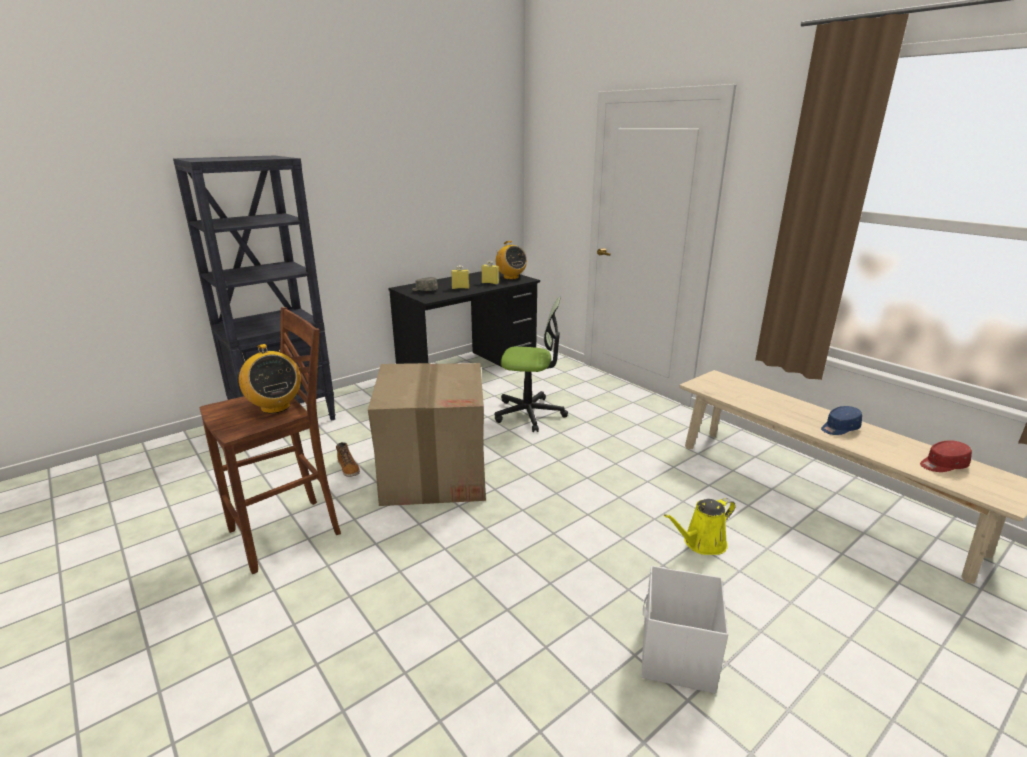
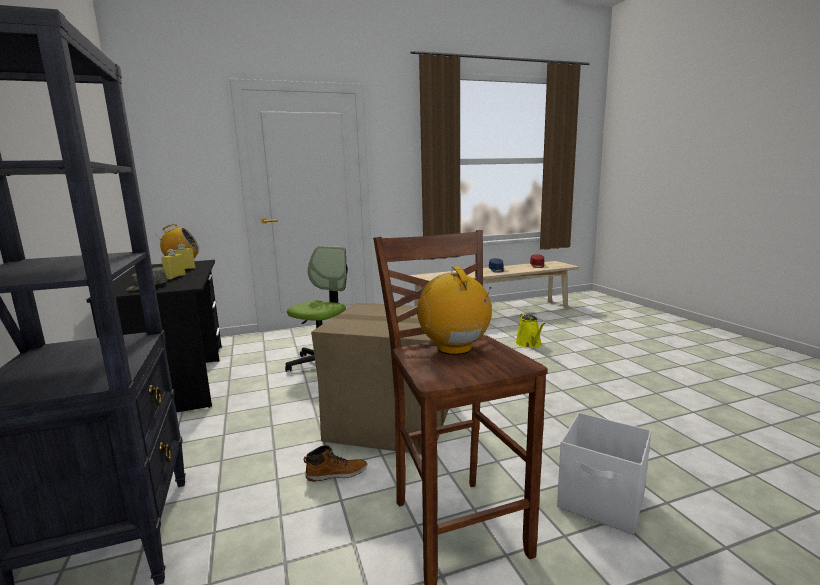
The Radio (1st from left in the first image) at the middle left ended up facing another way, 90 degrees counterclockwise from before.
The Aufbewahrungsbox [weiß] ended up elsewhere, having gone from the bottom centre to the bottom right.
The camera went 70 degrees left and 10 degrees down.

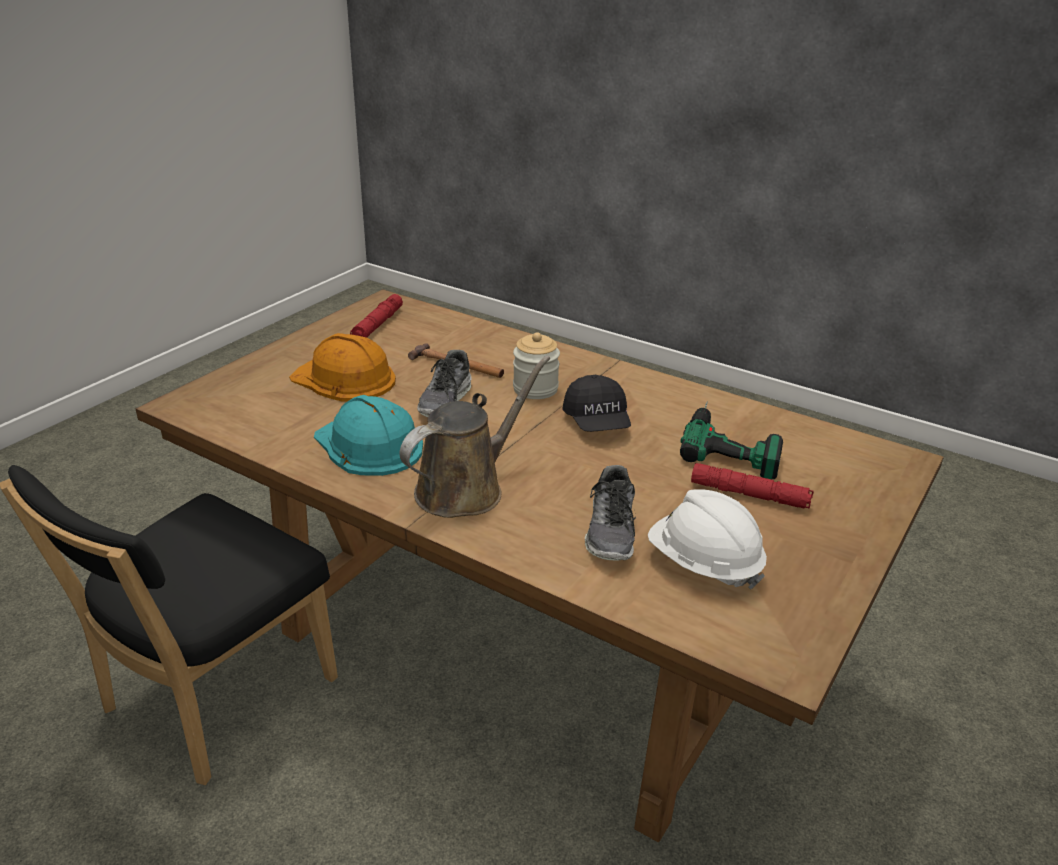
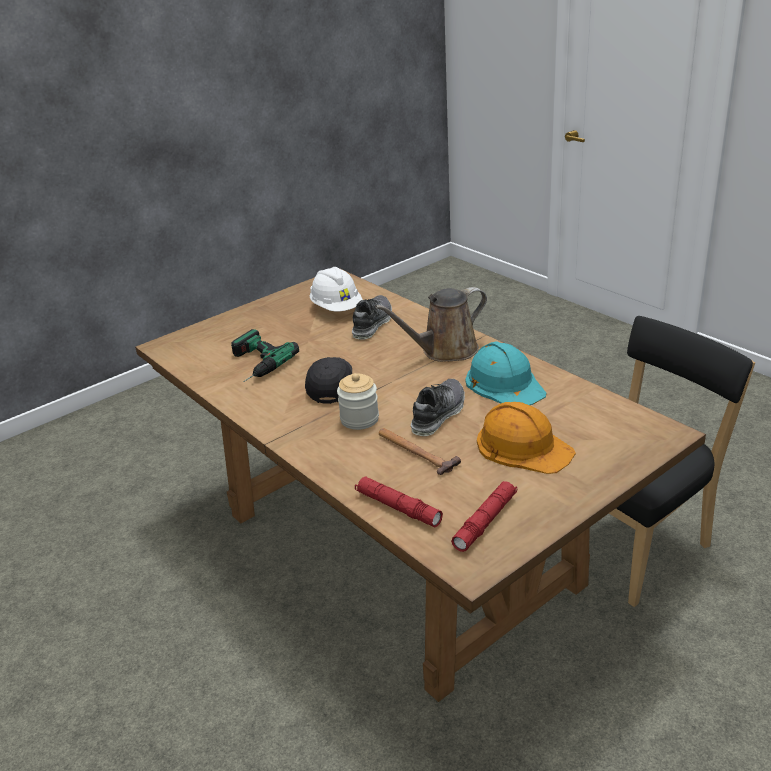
The Taschenlampe [rot] (2nd from left in the first image) ended up elsewhere, having gone from the middle right to the centre.
The camera went 160 degrees left and 0 degrees up.

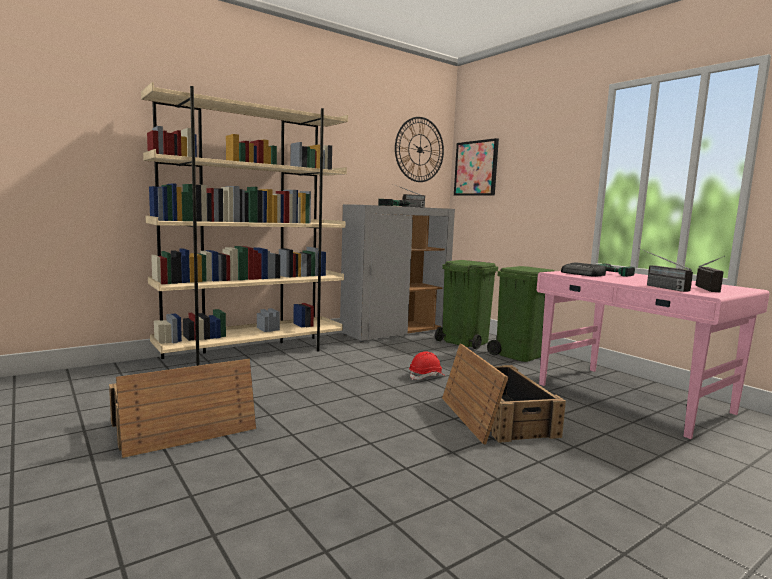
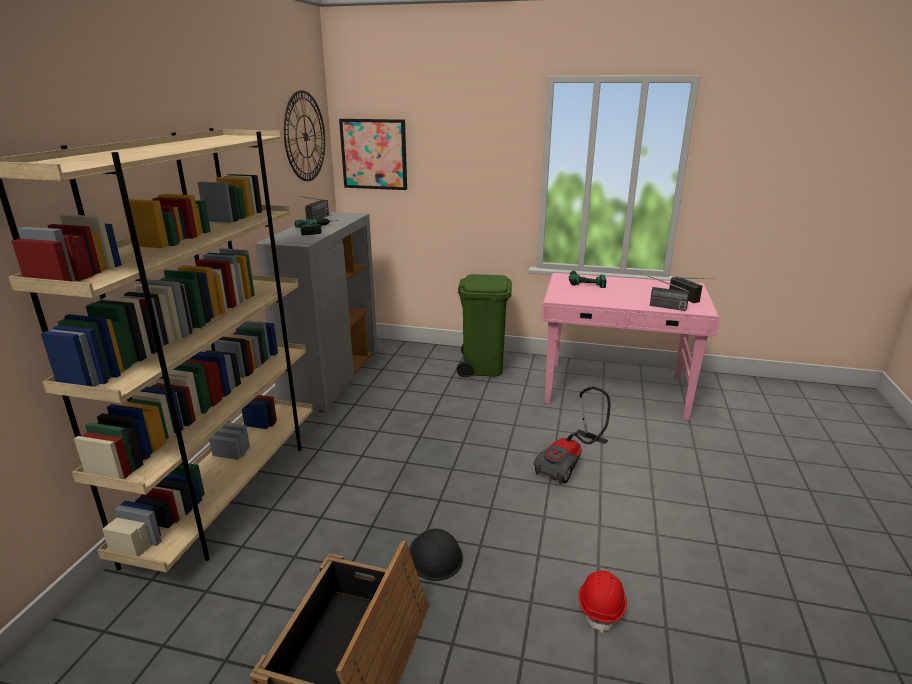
The Schutzhelm [rot] ended up elsewhere, having gone from the centre to the bottom centre.
The second view lost the Mülleimer [grün] (1st from left) at the centre.
Where the Kiste (2nd from left) stood at the bottom centre, the Staubsauger came to stand at the centre.
The second view lost the Radio (2nd from left) at the middle right.
The second view gained the Schutzhelm [schwarz] at the bottom centre.
The camera went 40 degrees left and 15 degrees up.

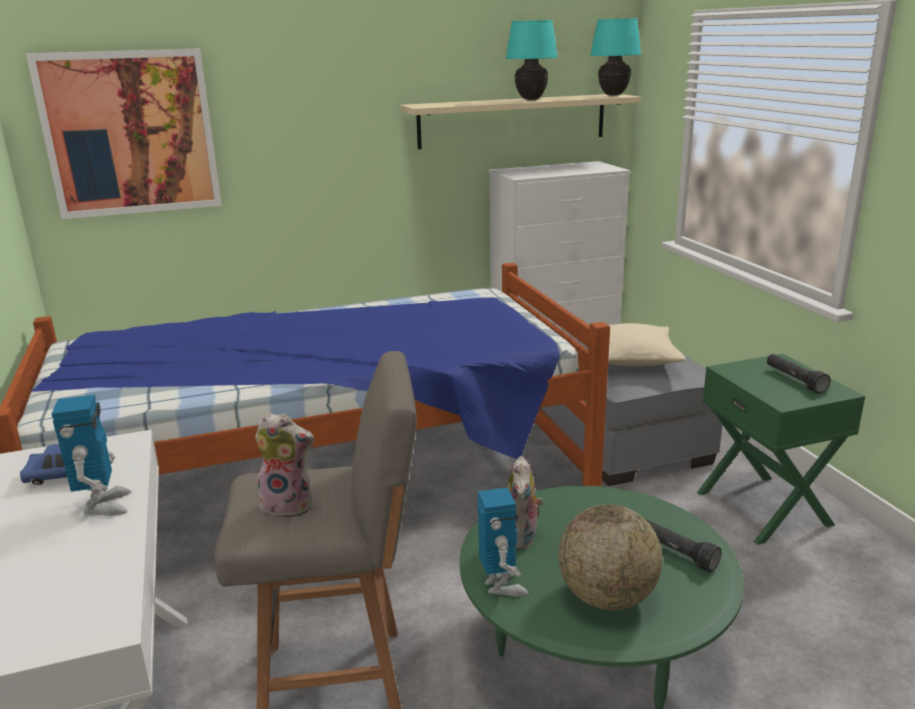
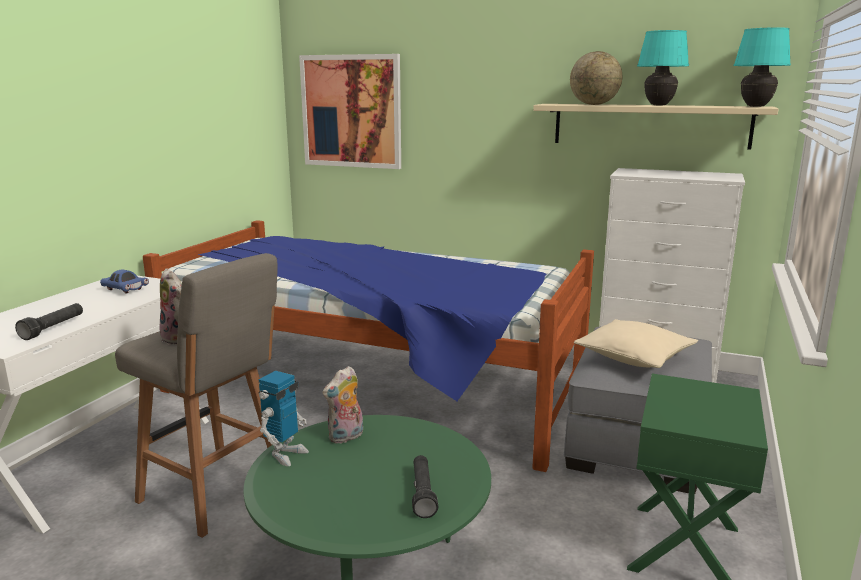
The second view lost the Spielzeugroboter (1st from left) at the middle left.
The Globus ended up elsewhere, having gone from the bottom right to the top right.
The Taschenlampe [schwarz] (2nd from left in the first image) ended up elsewhere, having gone from the middle right to the middle left.
The camera went 40 degrees right and 5 degrees down.

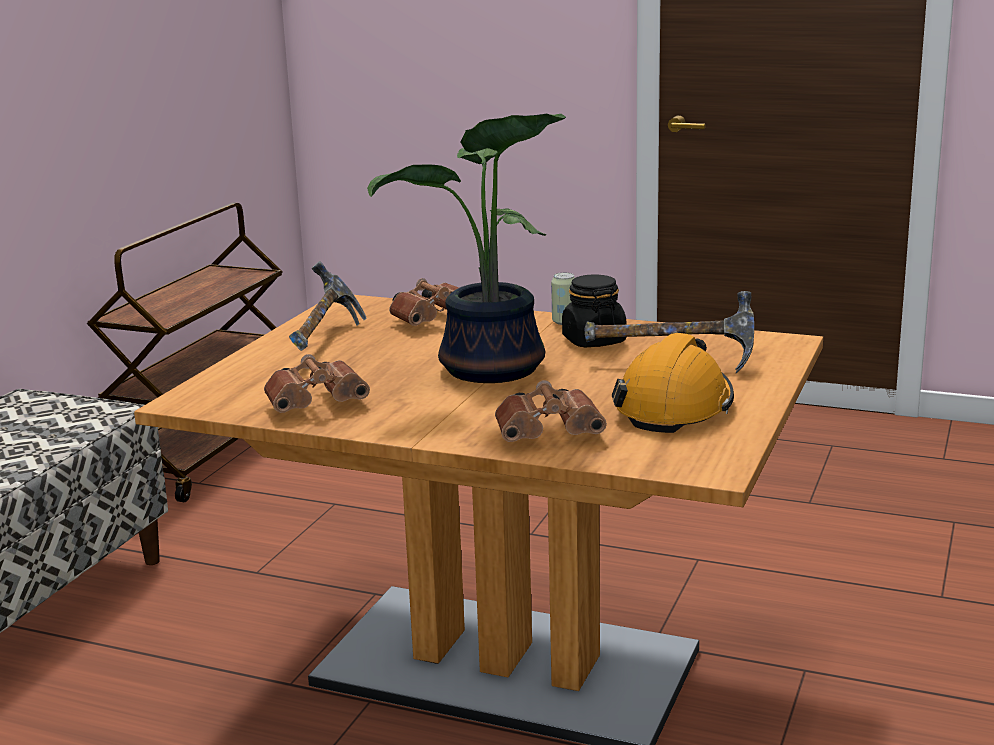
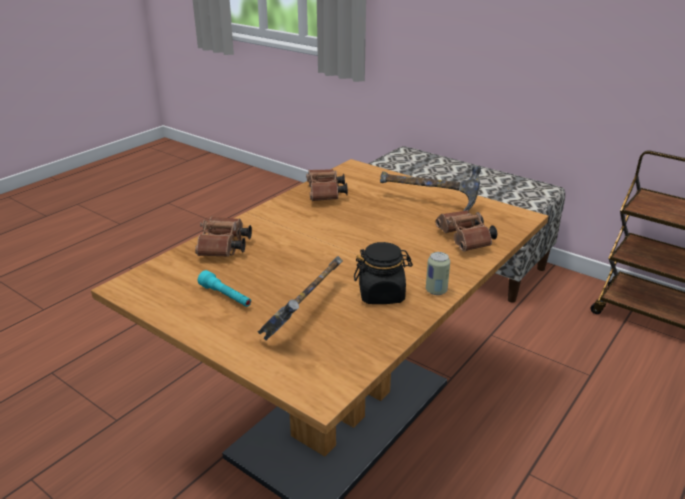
The second view lost the Topfpflanze at the top centre.
Where the Schutzhelm [orange] stood at the middle right, the Taschenlampe [türkis] came to stand at the middle left.
The camera went 105 degrees right and 10 degrees up.

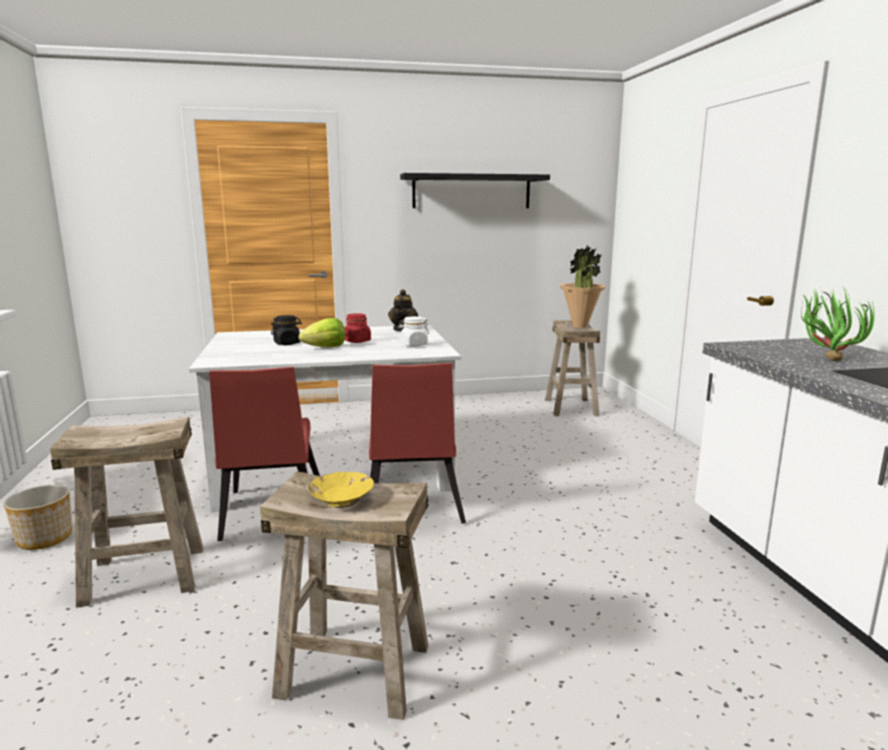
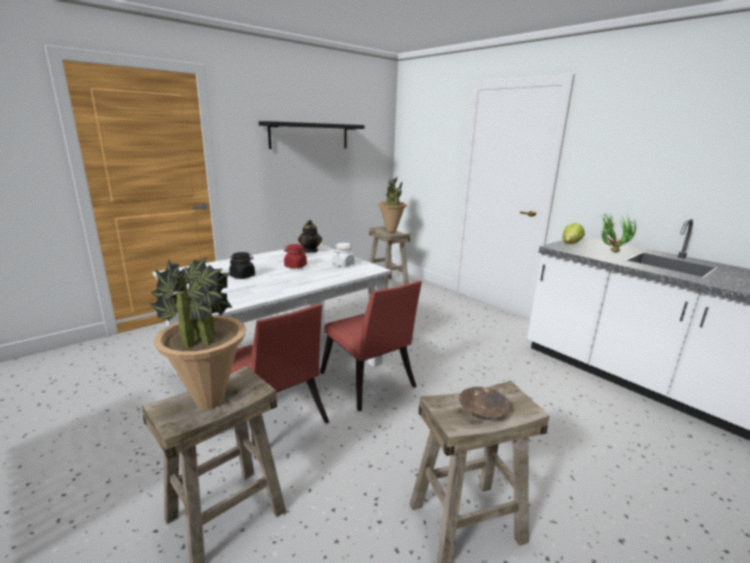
The second view lost the Pflanzkübel at the bottom left.
The Salatkopf ended up elsewhere, having gone from the centre to the middle right.
What was the Schüssel [gelb] at the centre turned into the Schüssel [braun] at the bottom centre.
The second view gained the Topfpflanze (1st from left) at the middle left.
The camera went 30 degrees left and 5 degrees up.

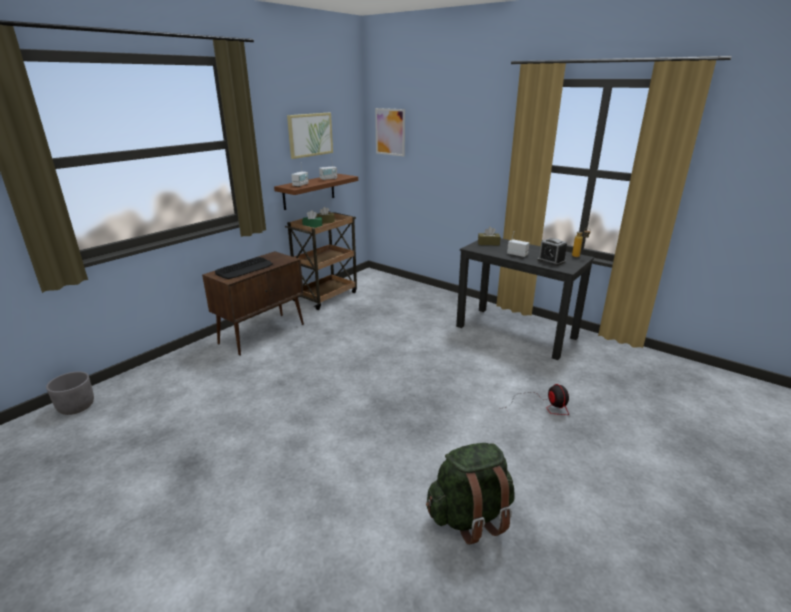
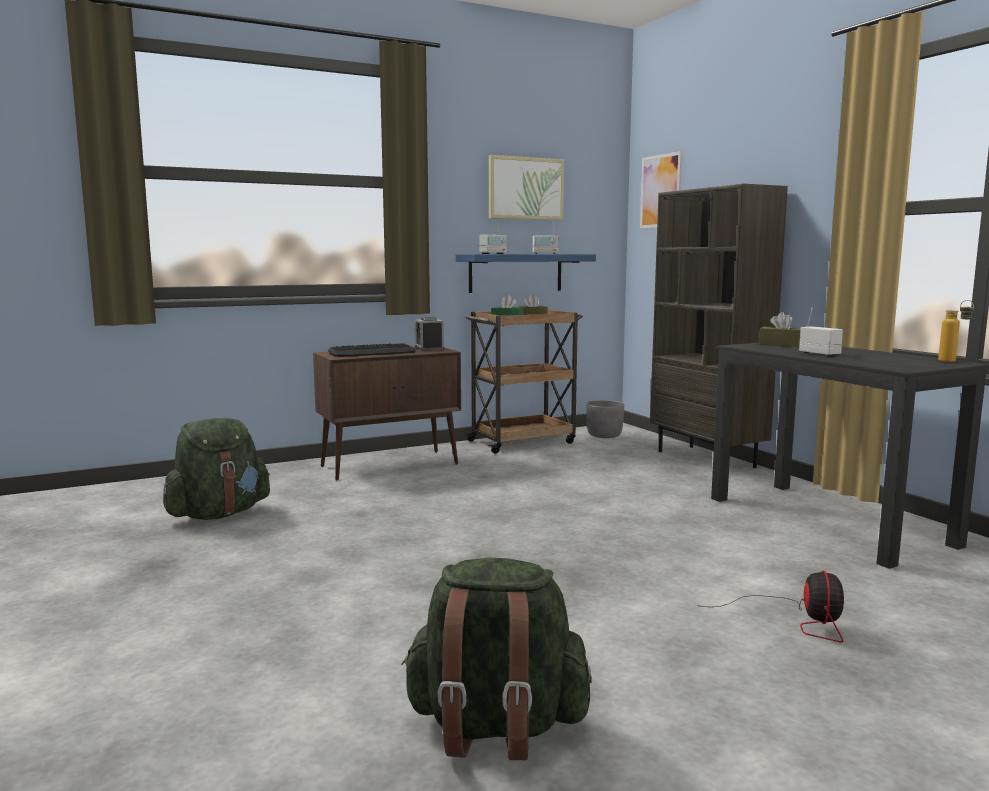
The Pflanzkübel [grau] ended up elsewhere, having gone from the middle left to the centre.
What was the Wandregal [braun] at the top centre turned into the Wandregal [blau] at the centre.
The Wecker ended up elsewhere, having gone from the middle right to the centre.
The second view gained the Rucksack [grün] (1st from left) at the middle left.
The second view gained the Bücherregal [braun] at the middle right.
The camera went 25 degrees right and 15 degrees down.

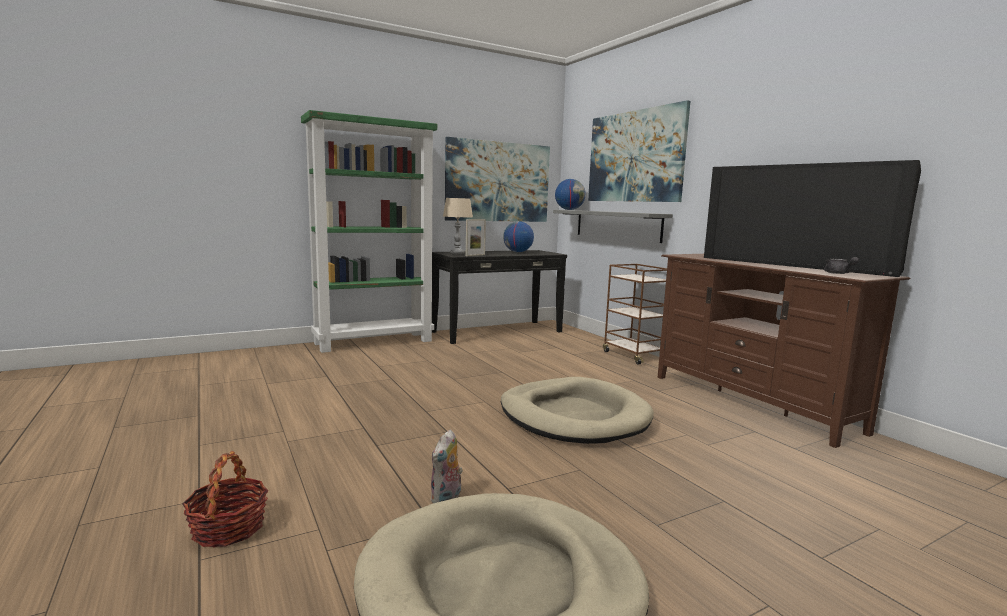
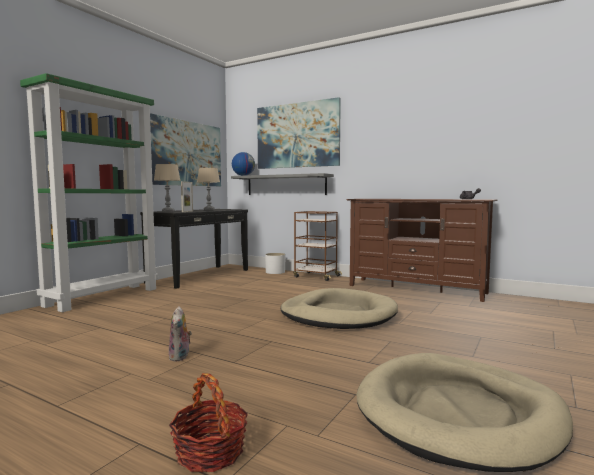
The Plüschtier ended up elsewhere, having gone from the bottom centre to the bottom left.
Where the Globus (1st from left) stood at the centre, the Tischlampe [beige] (2nd from left) came to stand at the centre.
The second view lost the Fernseher at the middle right.
The second view gained the Pflanzkübel [weiß] at the centre.
The camera went 30 degrees left and 5 degrees down.

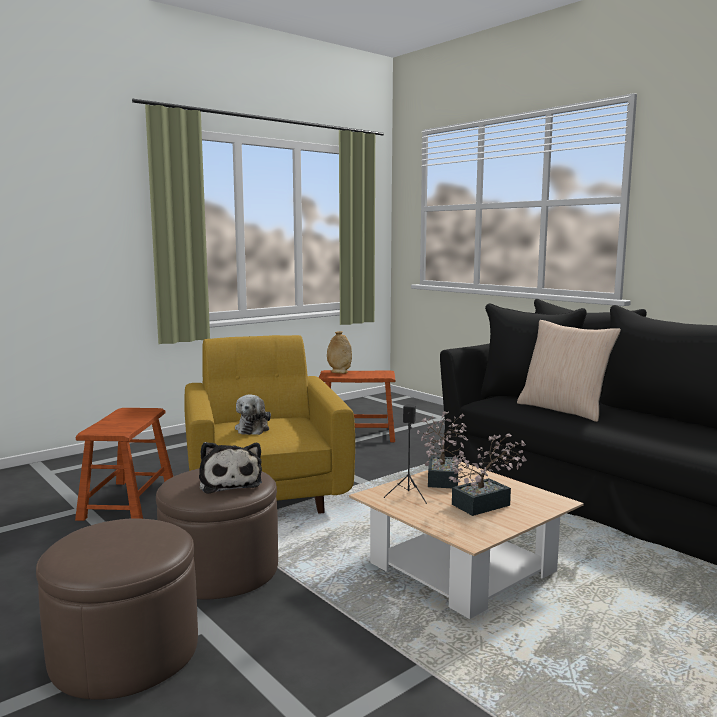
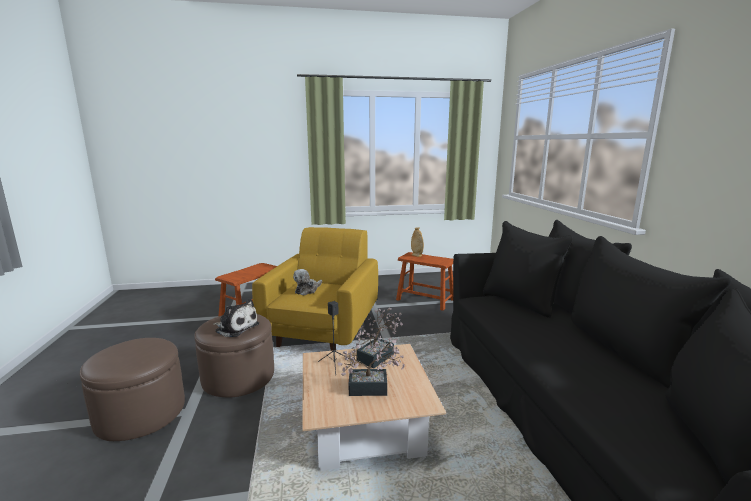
The Plüschtier (1st from left) at the middle left ended up facing another way, 75 degrees counterclockwise from before.
The second view lost the Kissen [beige] at the middle right.
The camera went 30 degrees right and 5 degrees up.

